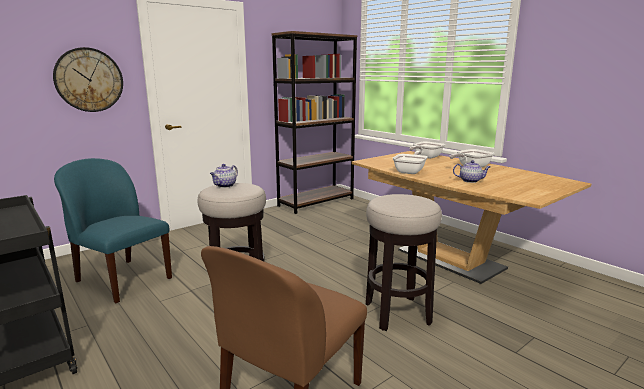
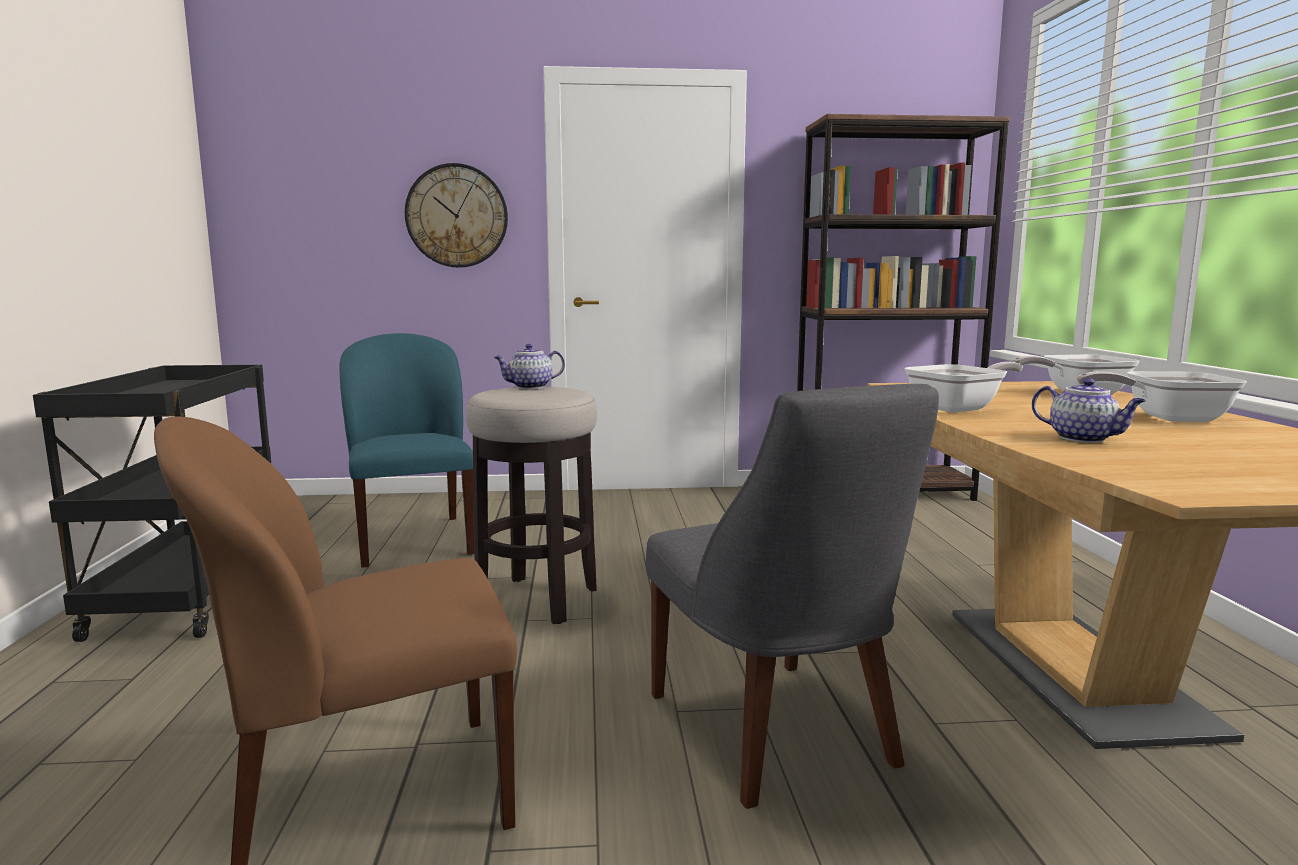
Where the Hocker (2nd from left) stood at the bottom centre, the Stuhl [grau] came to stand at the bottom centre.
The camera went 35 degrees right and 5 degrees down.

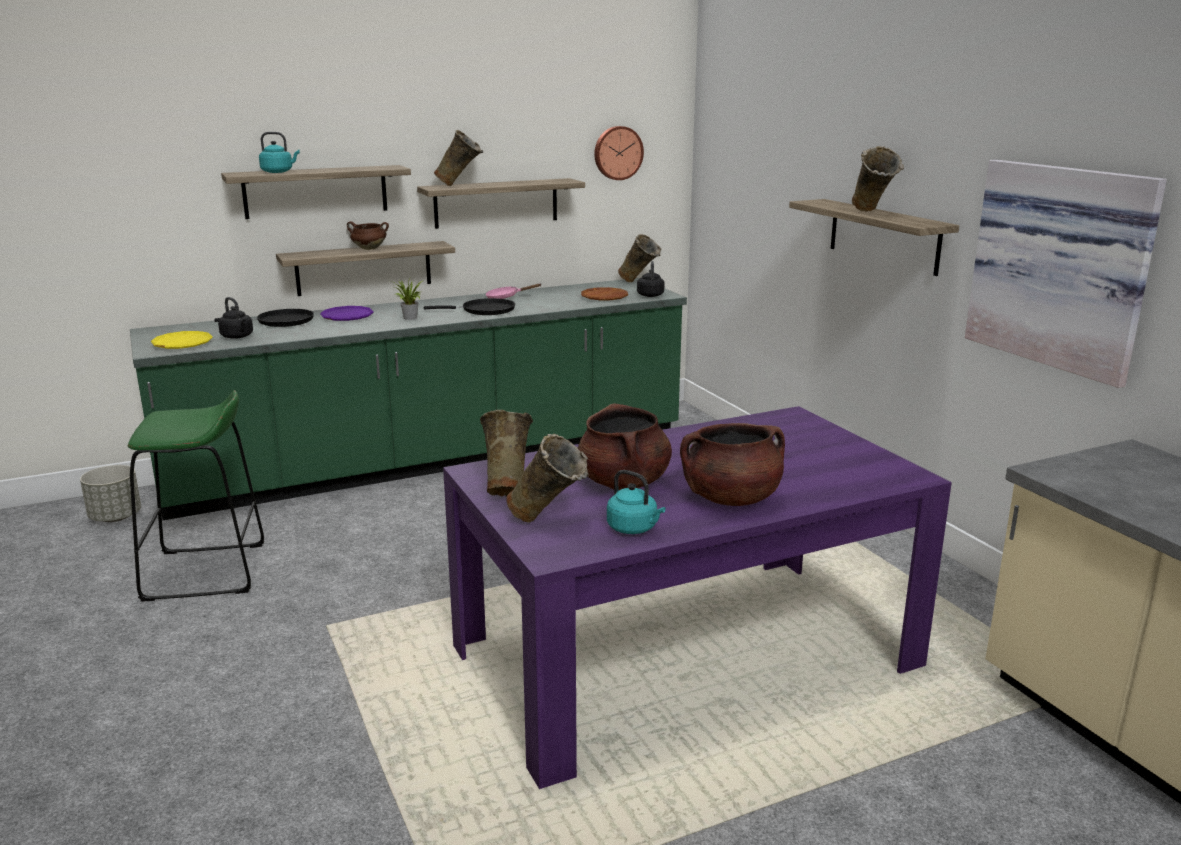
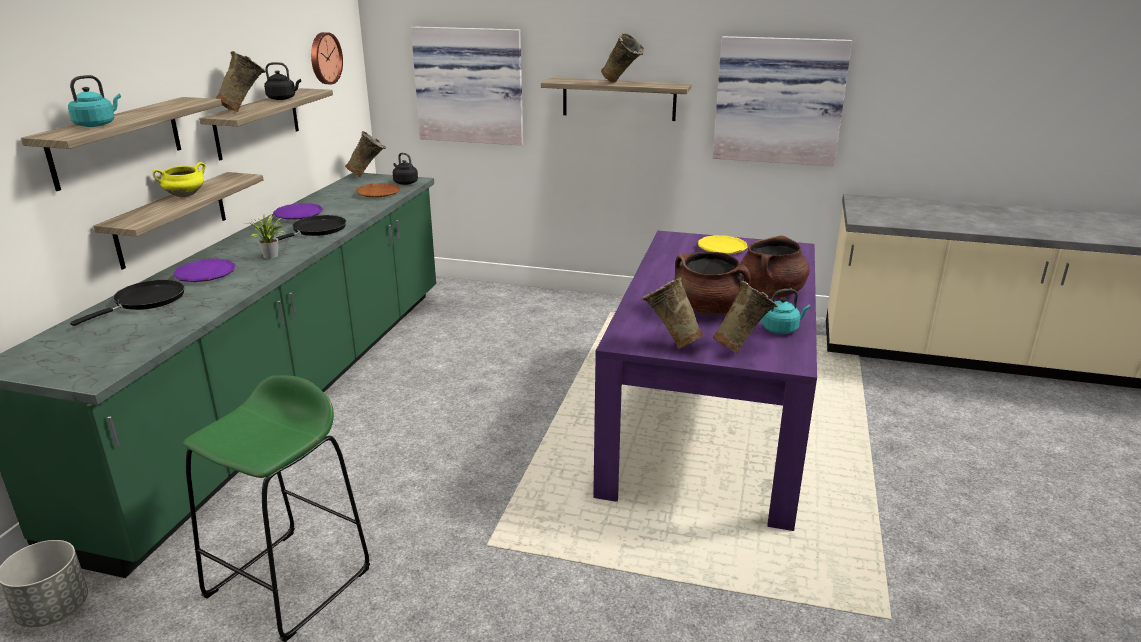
The Teller [gelb] ended up elsewhere, having gone from the middle left to the centre.
The Wasserkessel [schwarz] (1st from left) ended up elsewhere, having gone from the middle left to the top left.
What was the Kochtopf [braun] (1st from left) at the top left turned into the Kochtopf [gelb] at the top left.
Where the Pfanne [rosa] stood at the centre, the Teller [lila] (2nd from left) came to stand at the top left.
The second view gained the Bild (1st from left) at the top centre.
The camera went 50 degrees left and 5 degrees up.

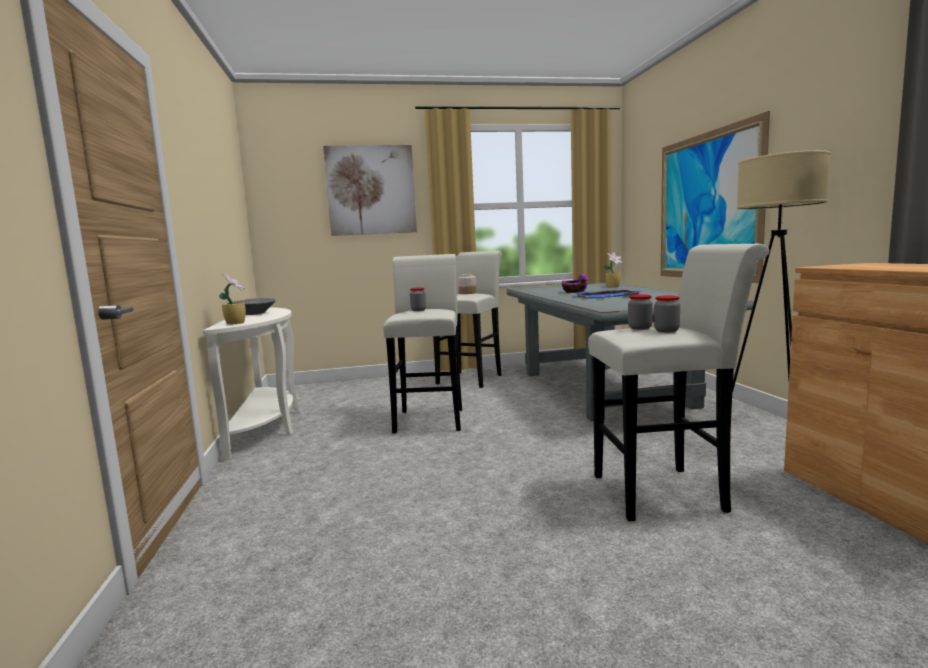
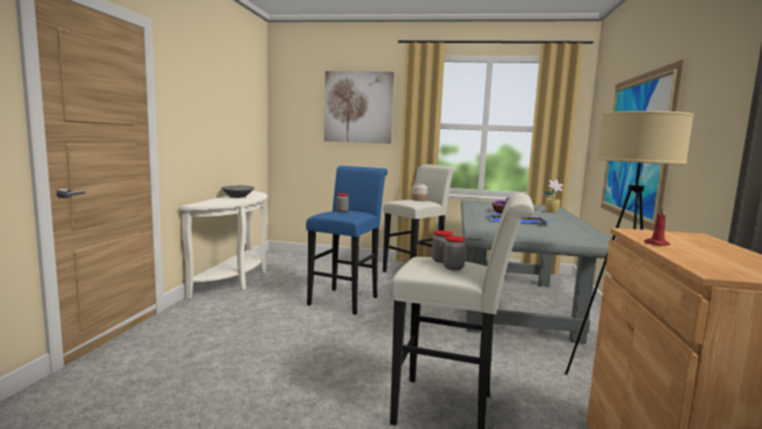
The second view lost the Topfpflanze (1st from left) at the middle left.
What was the Hocker [weiß] (1st from left) at the centre turned into the Hocker [blau] at the centre.
The second view gained the Kerze [rot] at the middle right.
The camera went 20 degrees right and 0 degrees up.

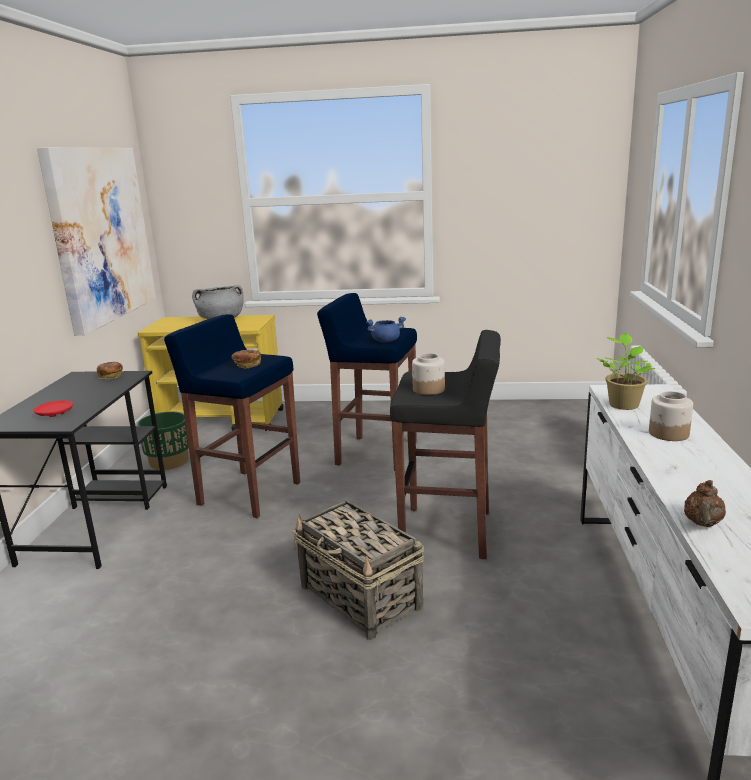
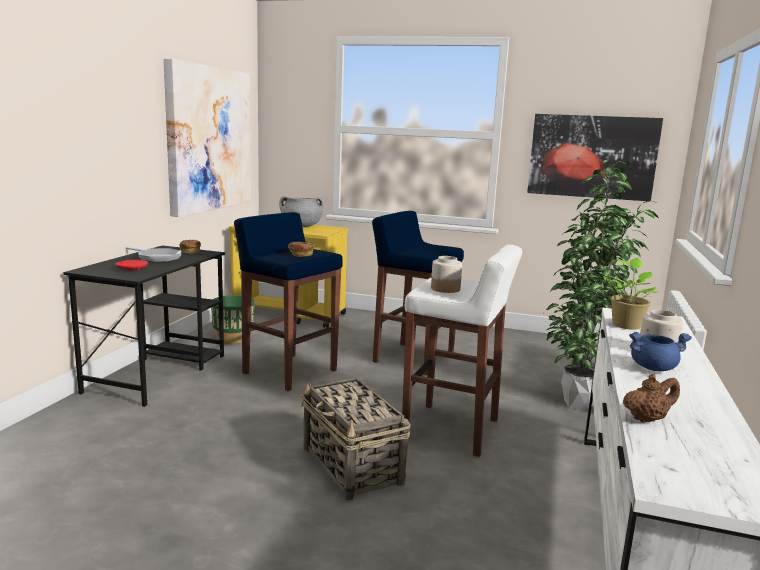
The Kochtopf [blau] ended up elsewhere, having gone from the centre to the middle right.
What was the Hocker [schwarz] at the centre turned into the Hocker [weiß] at the centre.
The Teekanne [braun] at the middle right ended up facing another way, 150 degrees counterclockwise from before.
The second view gained the Pfanne at the middle left.
The second view gained the Bild (2nd from left) at the top right.
The second view gained the Topfpflanze (1st from left) at the middle right.
The camera went 10 degrees right and 5 degrees down.

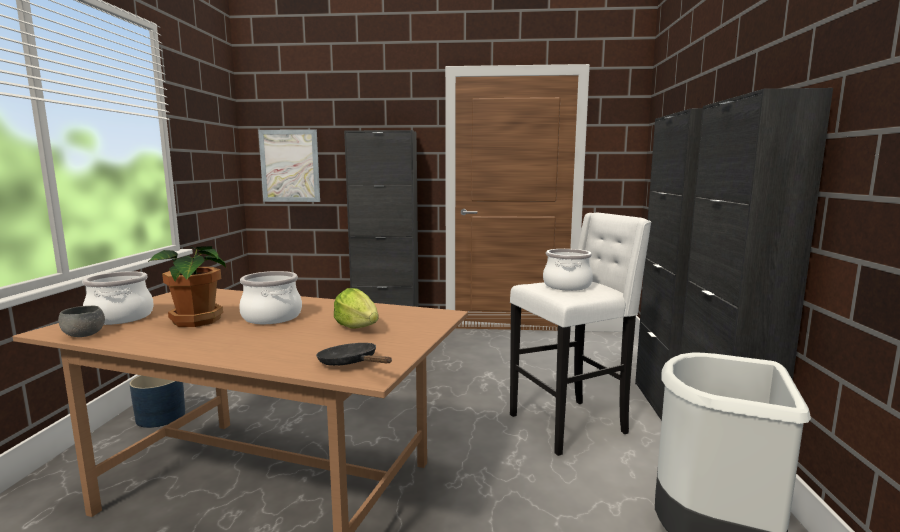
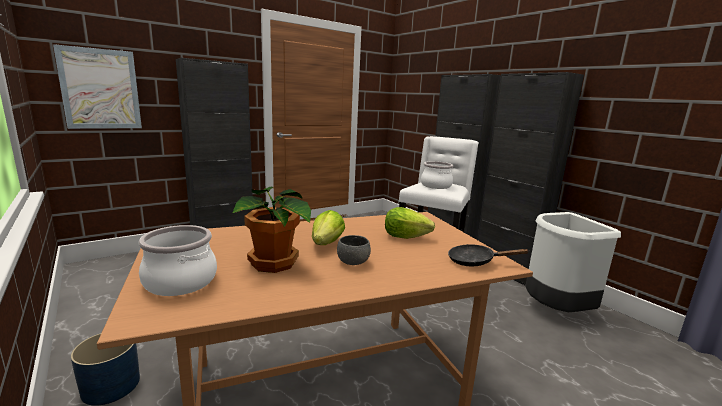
The Schüssel [grau] ended up elsewhere, having gone from the middle left to the centre.
Where the Kochtopf (2nd from left) stood at the middle left, the Salatkopf (1st from left) came to stand at the centre.
The camera went 40 degrees left and 5 degrees up.

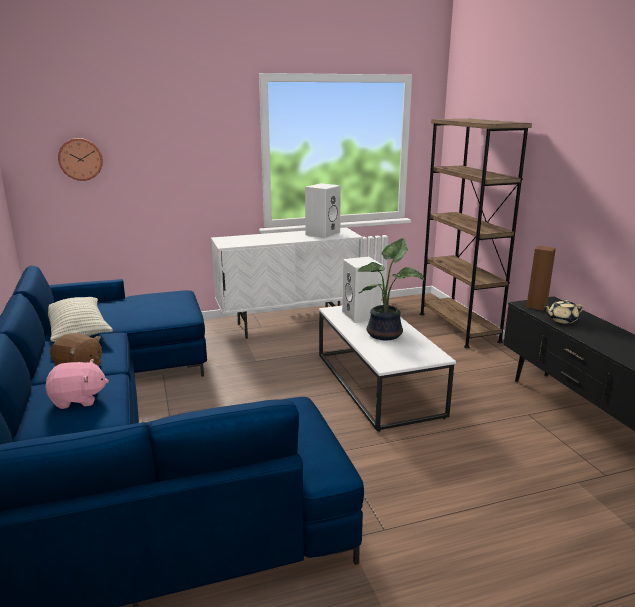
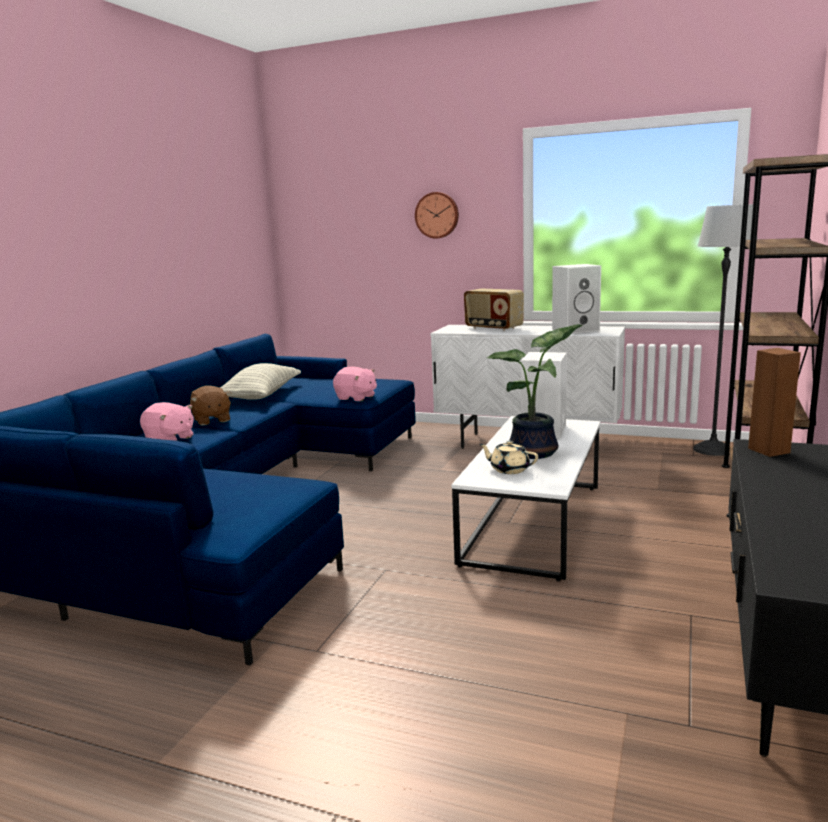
The Wanduhr ended up elsewhere, having gone from the top left to the top centre.
The Teekanne [beige] ended up elsewhere, having gone from the middle right to the centre.
The second view gained the Plüschtier [rosa] (2nd from left) at the centre.
The second view gained the Radio at the centre.
The second view gained the Stehlampe at the middle right.
The camera went 40 degrees right and 5 degrees down.

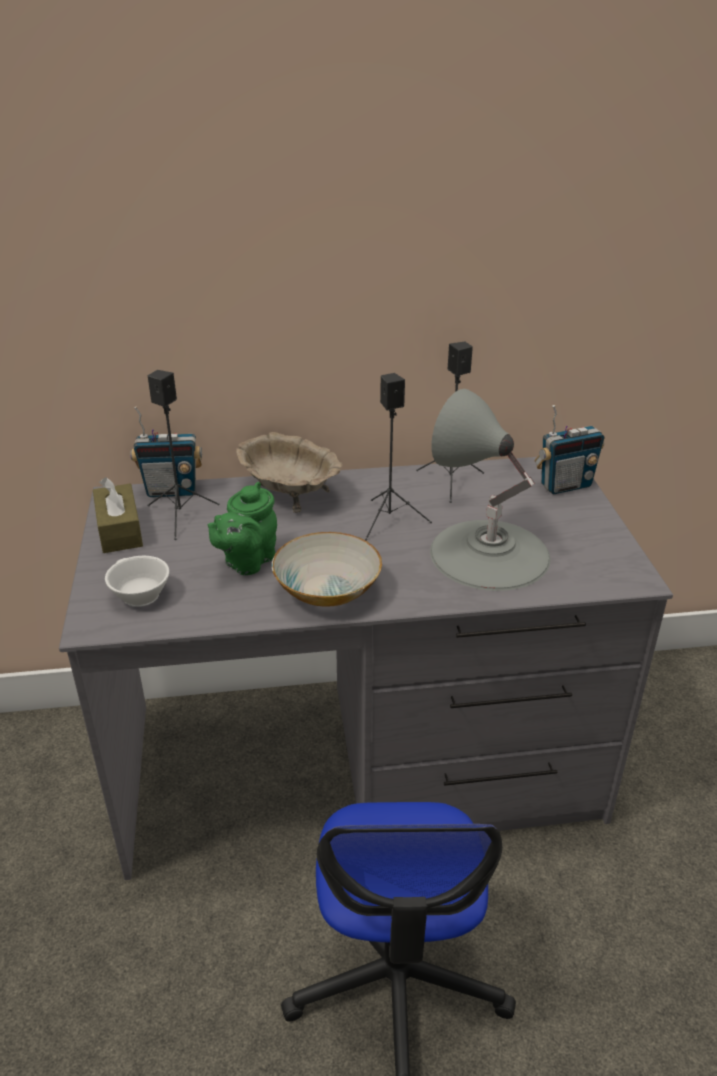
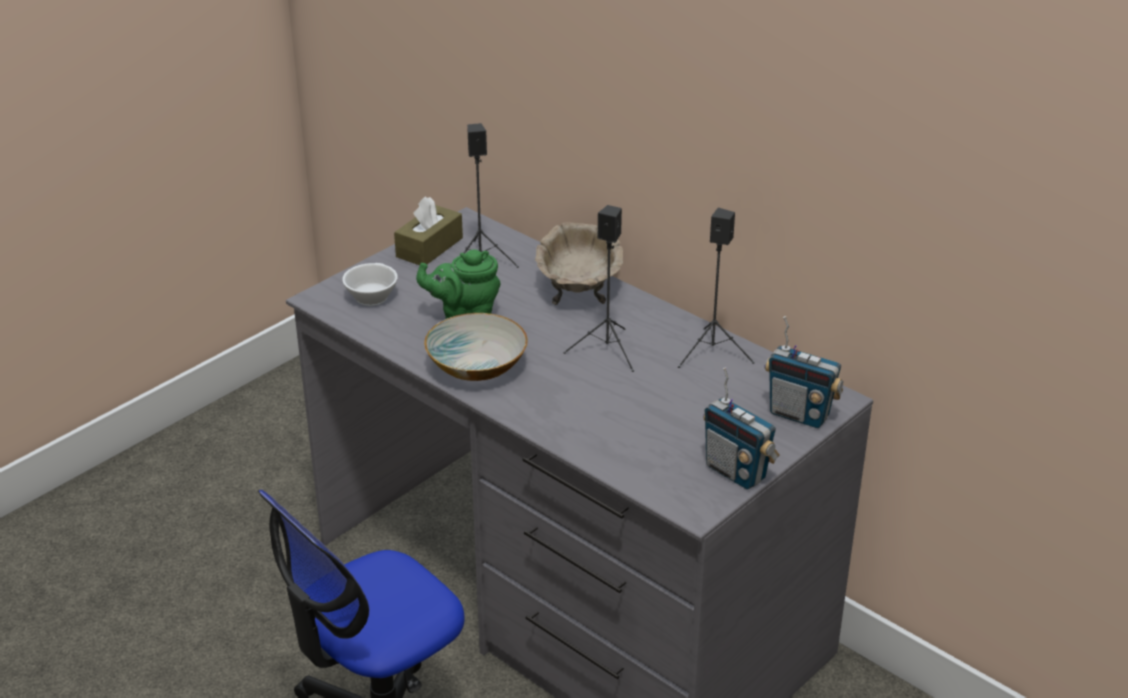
The Radio (1st from left) ended up elsewhere, having gone from the middle left to the centre.
The second view lost the Tischlampe [grau] at the middle right.
The camera went 50 degrees right and 0 degrees up.

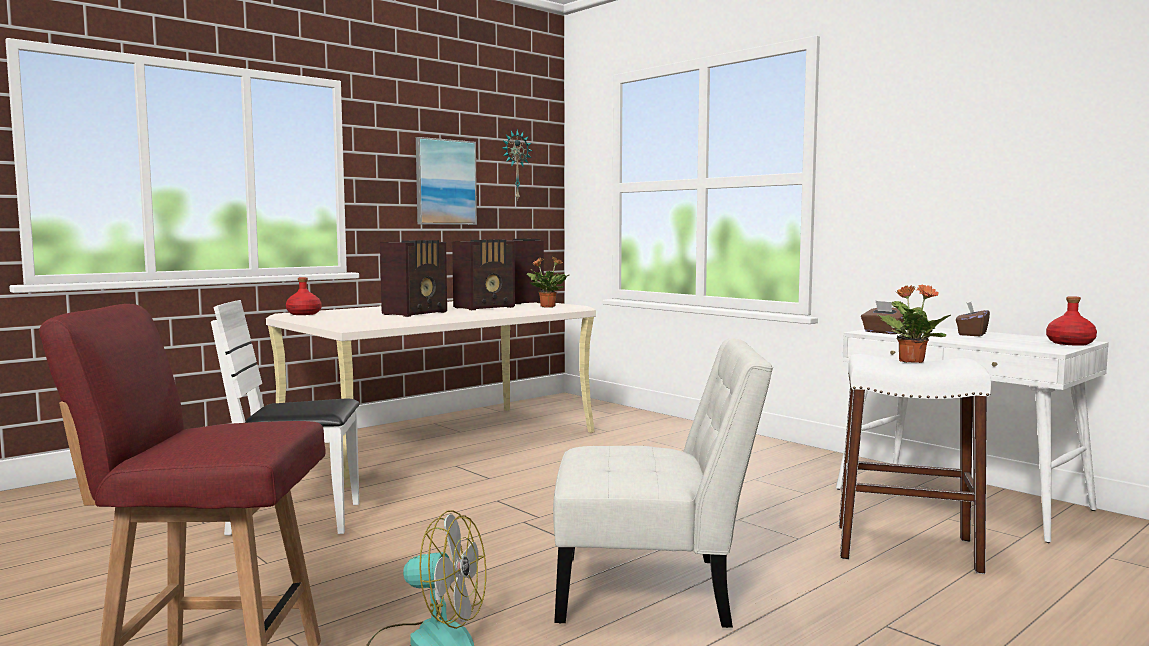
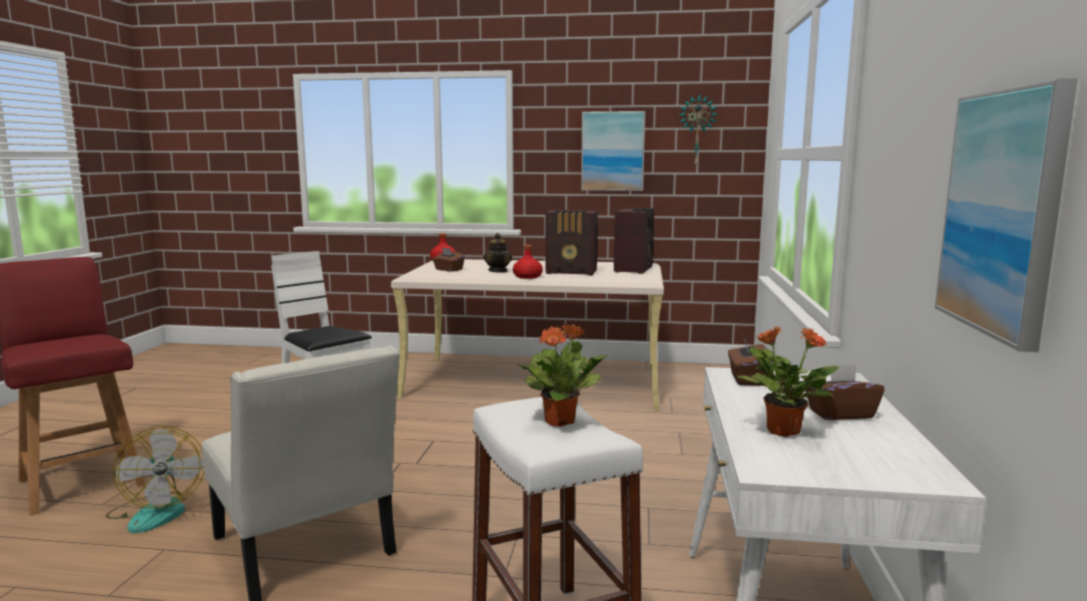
Where the Radio (1st from left) stood at the centre, the Teekanne came to stand at the centre.
The Topfpflanze (1st from left in the first image) ended up elsewhere, having gone from the centre to the middle right.
The Flasche [rot] (2nd from left) ended up elsewhere, having gone from the middle right to the centre.
The second view gained the Taschentuchbox [braun] (1st from left) at the centre.
The second view gained the Bild (2nd from left) at the middle right.
The camera went 50 degrees right and 5 degrees up.

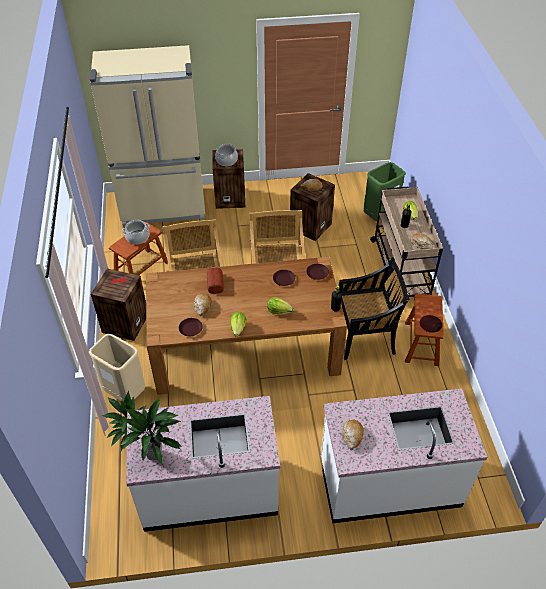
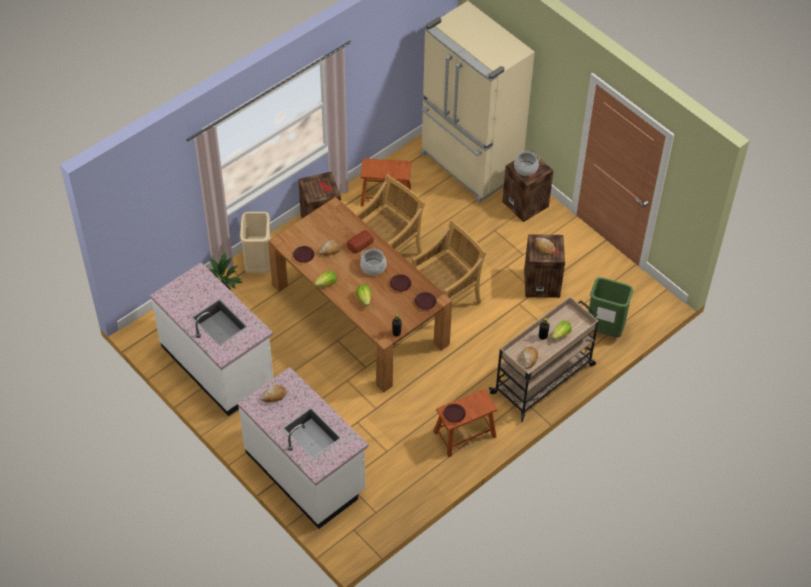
The second view lost the Topfpflanze (2nd from left) at the bottom left.
The Kochtopf (1st from left) ended up elsewhere, having gone from the middle left to the centre.
The second view lost the Stuhl [schwarz] at the middle right.
The camera went 55 degrees right and 5 degrees up.

